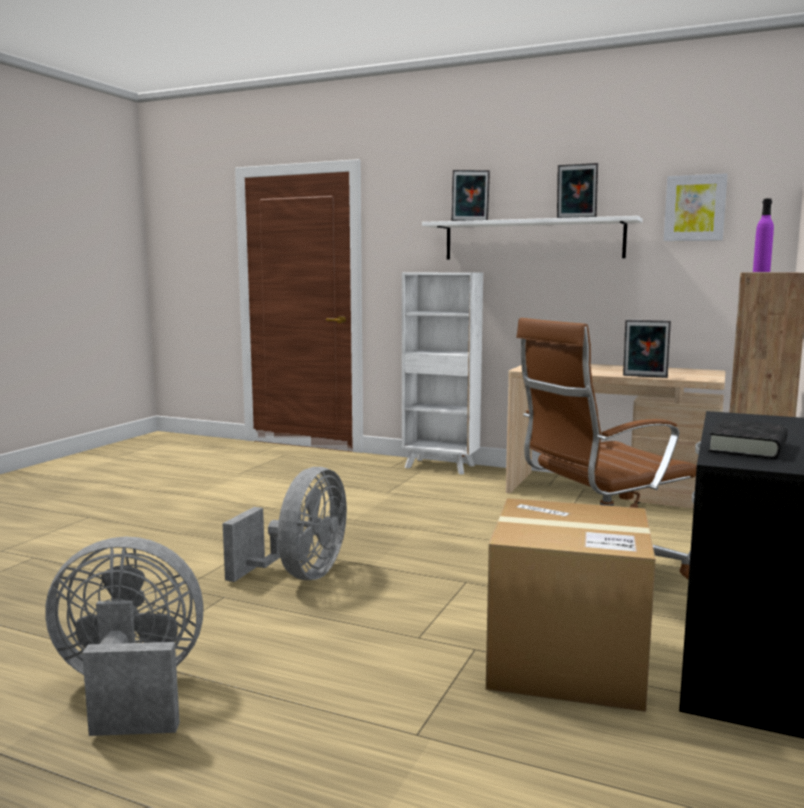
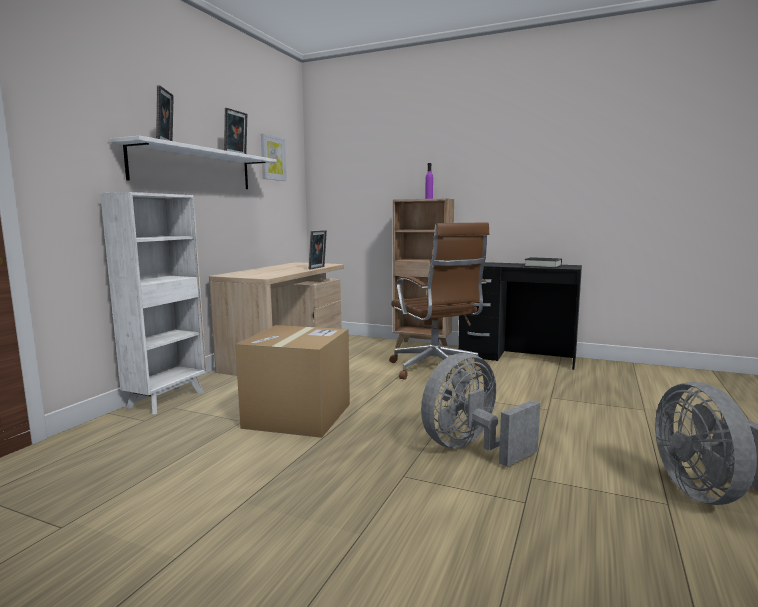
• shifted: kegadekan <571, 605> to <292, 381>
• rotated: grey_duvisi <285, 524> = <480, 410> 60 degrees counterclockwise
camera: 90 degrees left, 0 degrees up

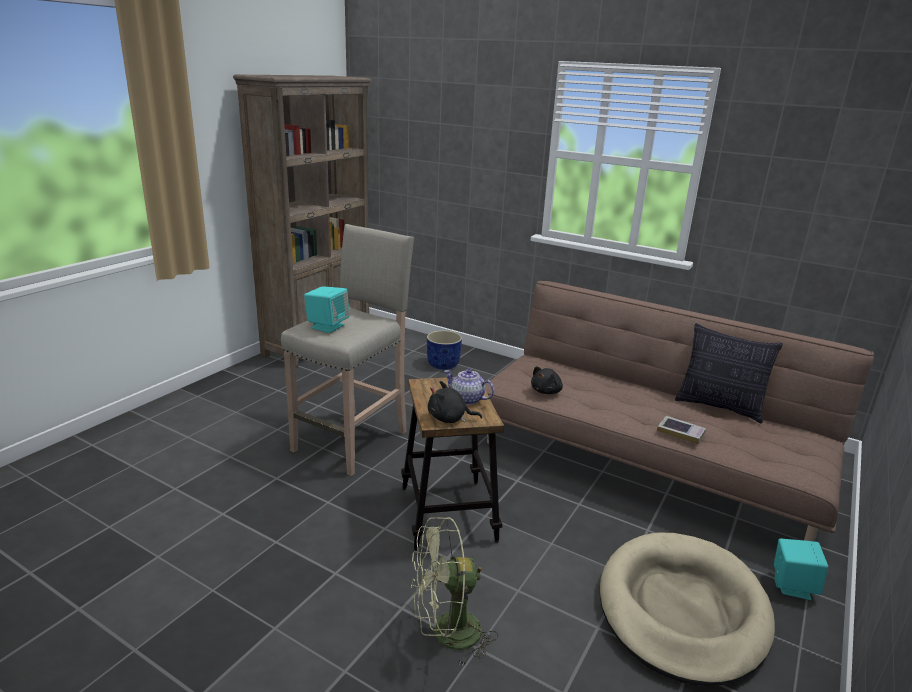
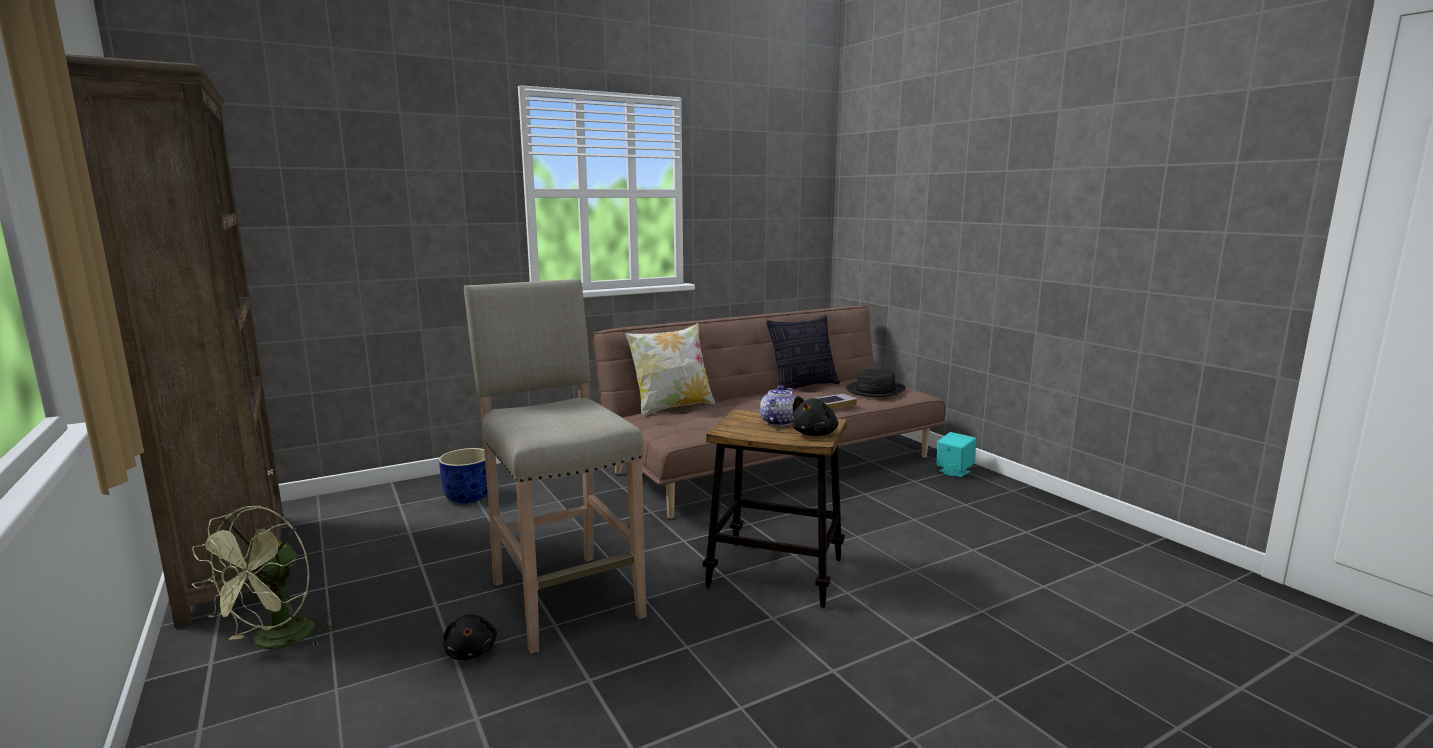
• gone: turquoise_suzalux <327, 309>
• gone: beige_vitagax <687, 609>
• new: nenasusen <670, 370>
• new: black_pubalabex <876, 383>
• shifted: green_duvisi <454, 591> to <262, 577>
• shifted: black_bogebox <547, 380> to <470, 637>
• rotated: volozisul <469, 387> = <778, 405> 150 degrees clockwise
camera: 60 degrees left, 10 degrees down

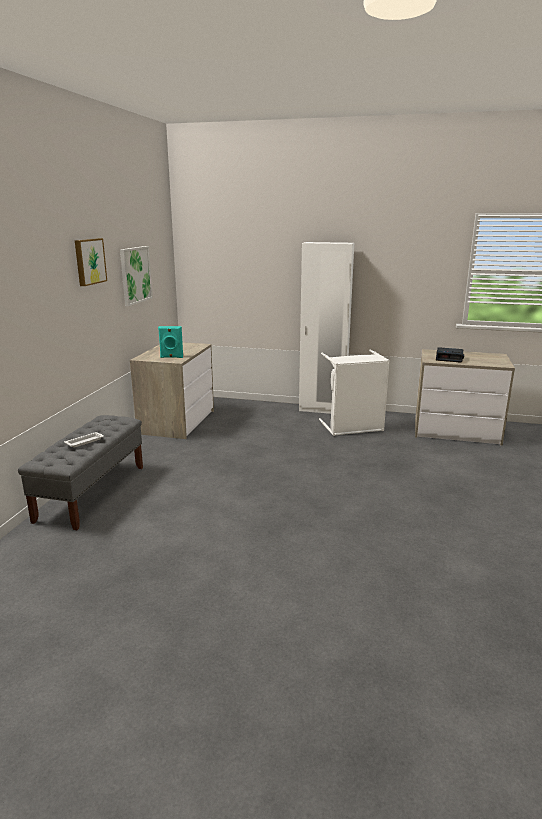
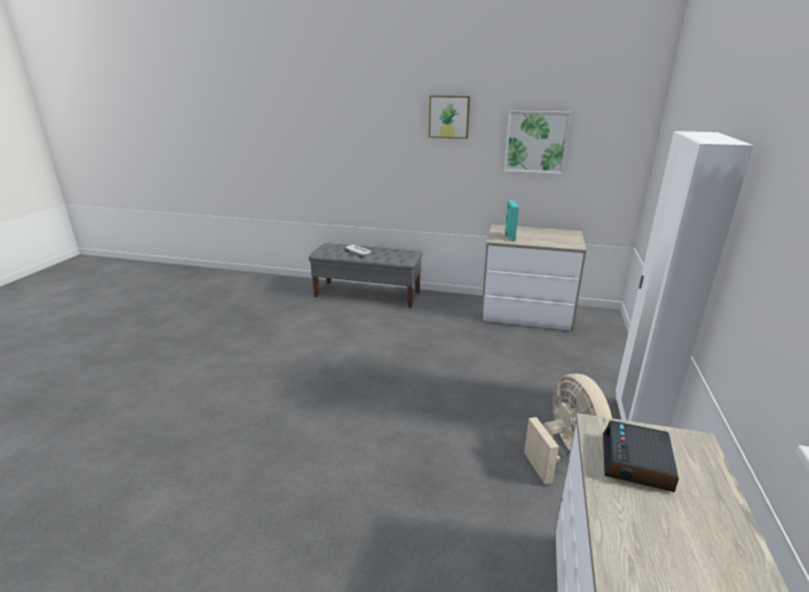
• swapped: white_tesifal <354, 393> to beige_duvisi <568, 429>
camera: 90 degrees right, 5 degrees up

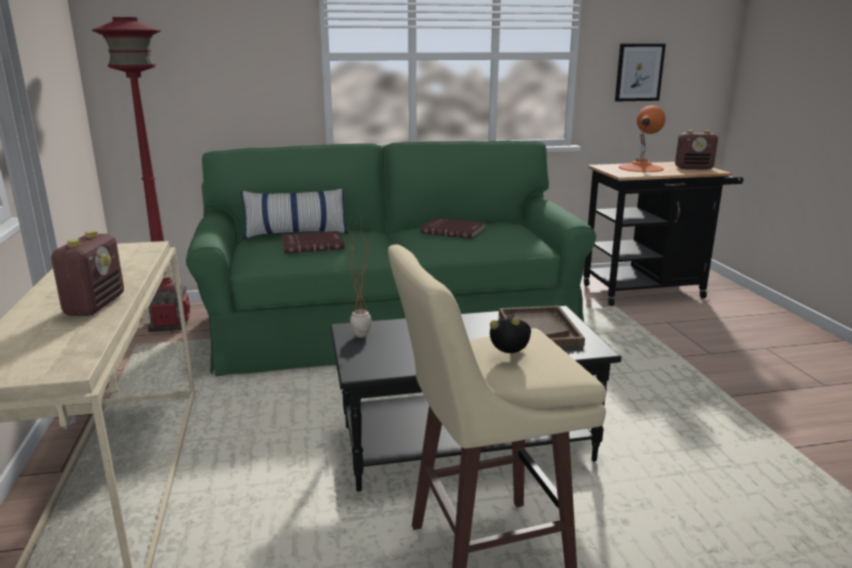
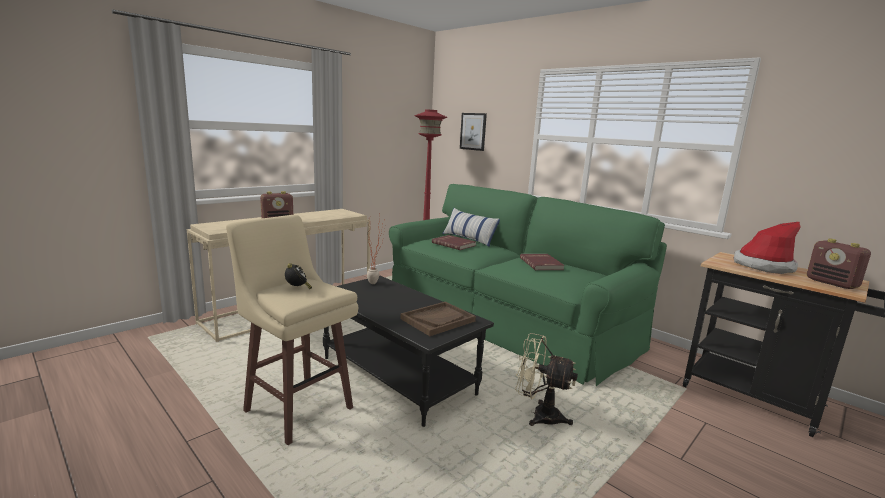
• new: beige_duvisi <546, 379>
• shifted: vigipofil <640, 73> to <473, 132>
• swapped: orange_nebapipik <642, 138> to pubalabex <767, 248>
camera: 55 degrees right, 5 degrees down

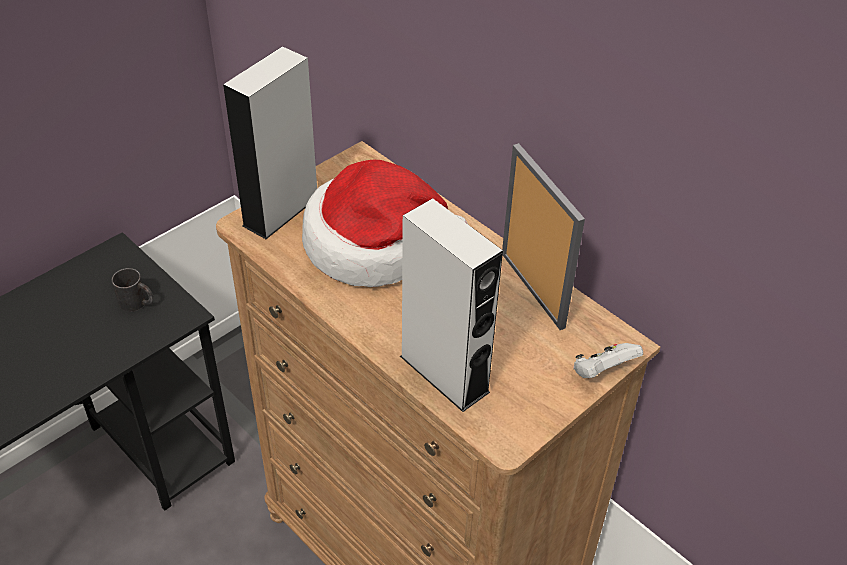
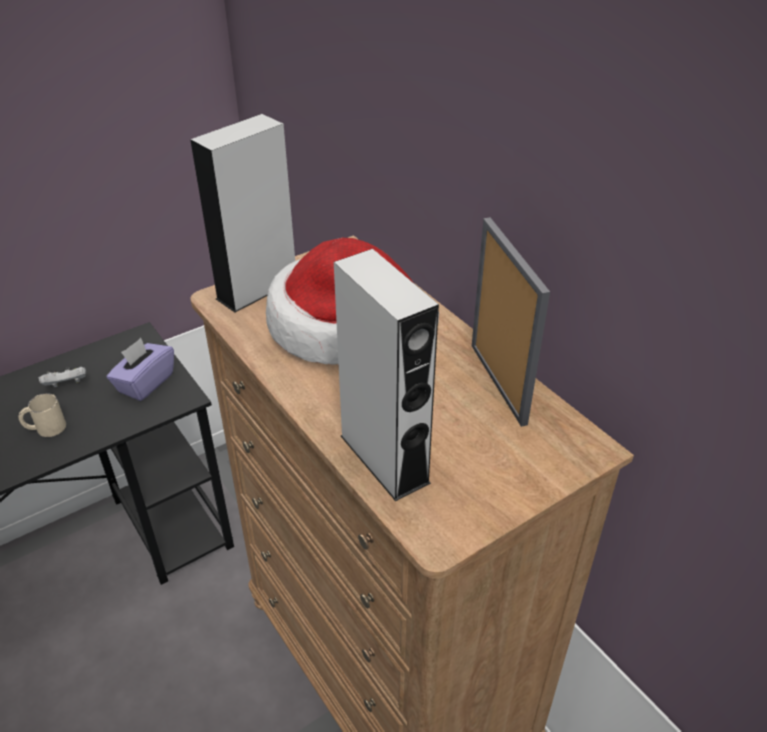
• new: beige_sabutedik <42, 415>
• shifted: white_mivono <608, 360> to <62, 377>
• swapped: black_sabutedik <132, 290> to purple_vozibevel <140, 369>
camera: 10 degrees right, 5 degrees down

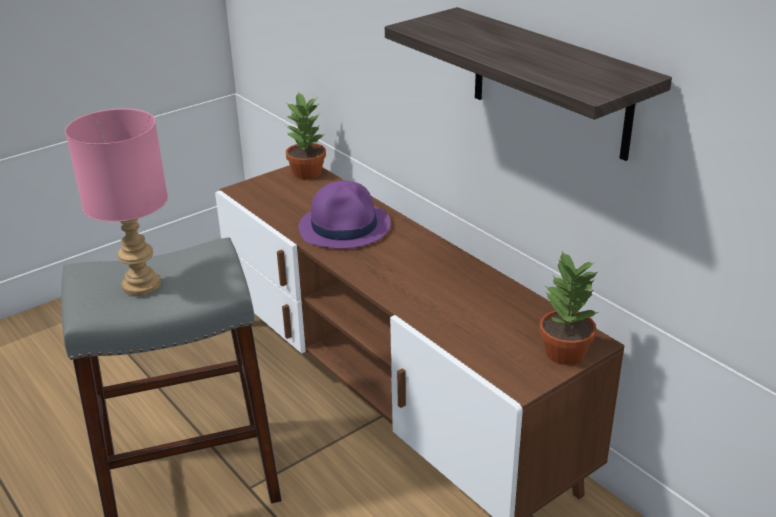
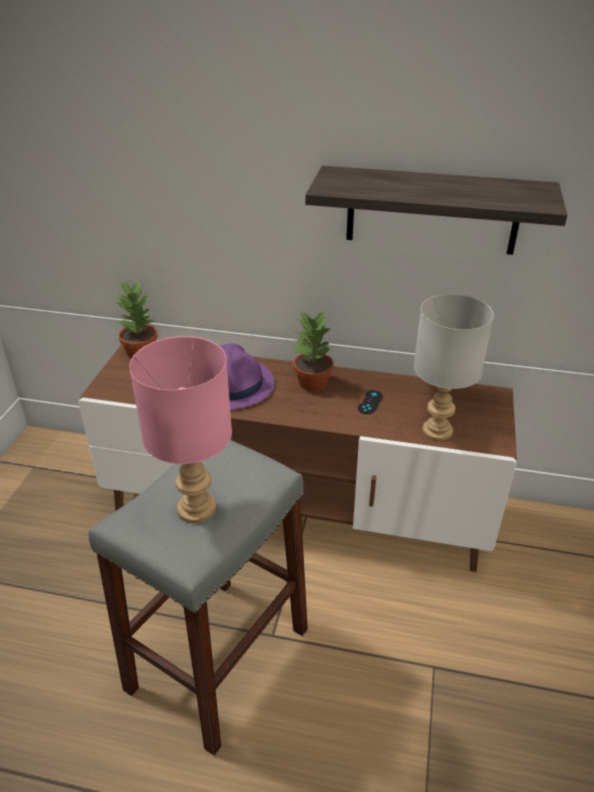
• new: black_mivono <370, 402>
• new: grey_nebapipik <454, 367>
• shifted: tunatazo <569, 308> to <313, 351>
camera: 40 degrees left, 5 degrees up

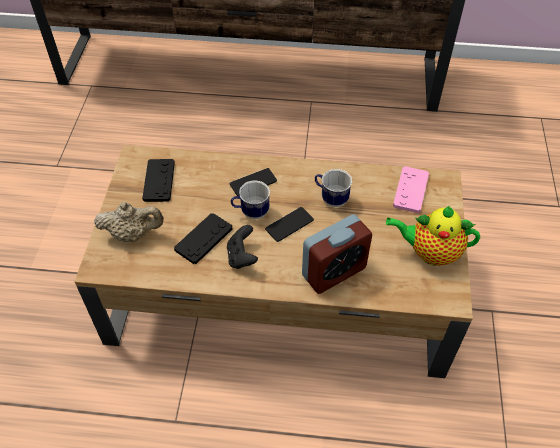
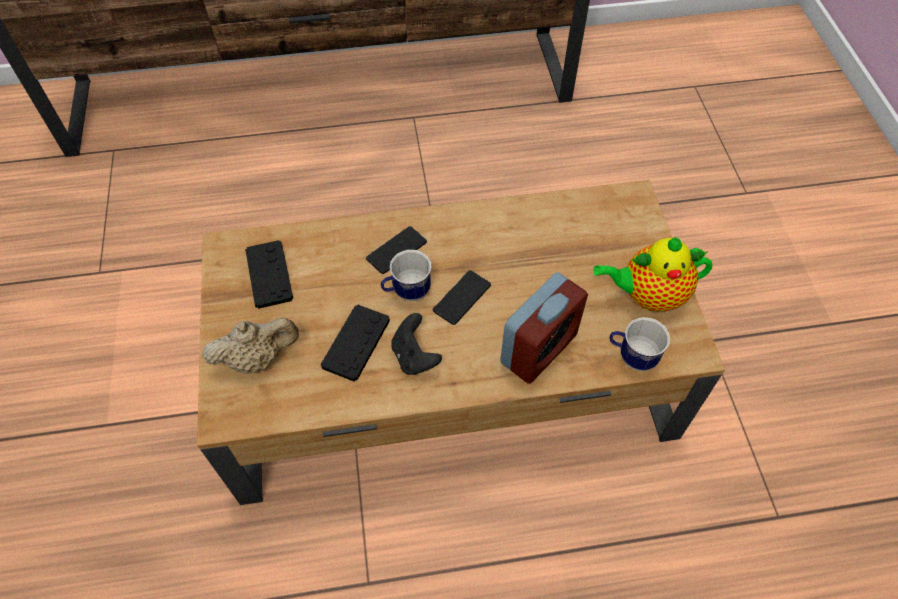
• gone: pink_mivono <411, 189>
• shifted: sabutedik <333, 188> to <640, 344>
camera: 15 degrees left, 5 degrees up

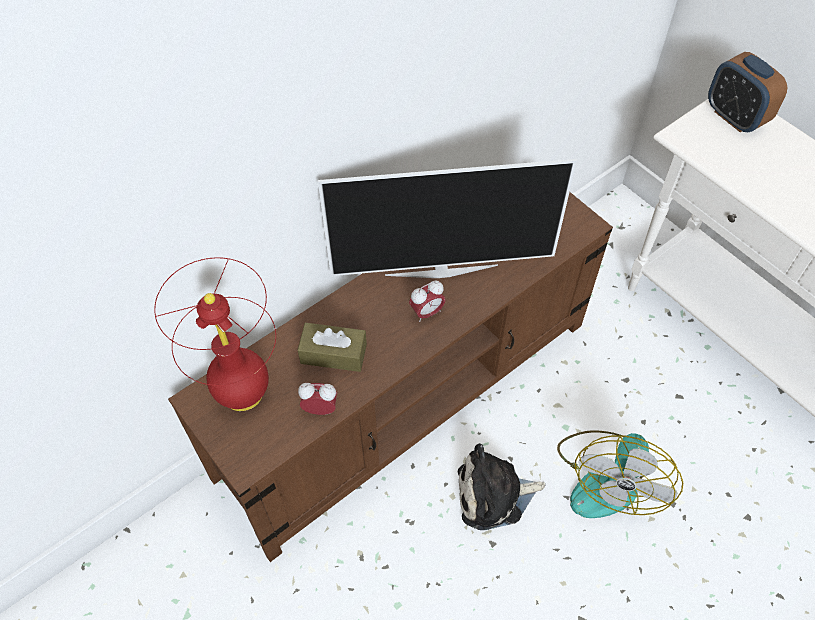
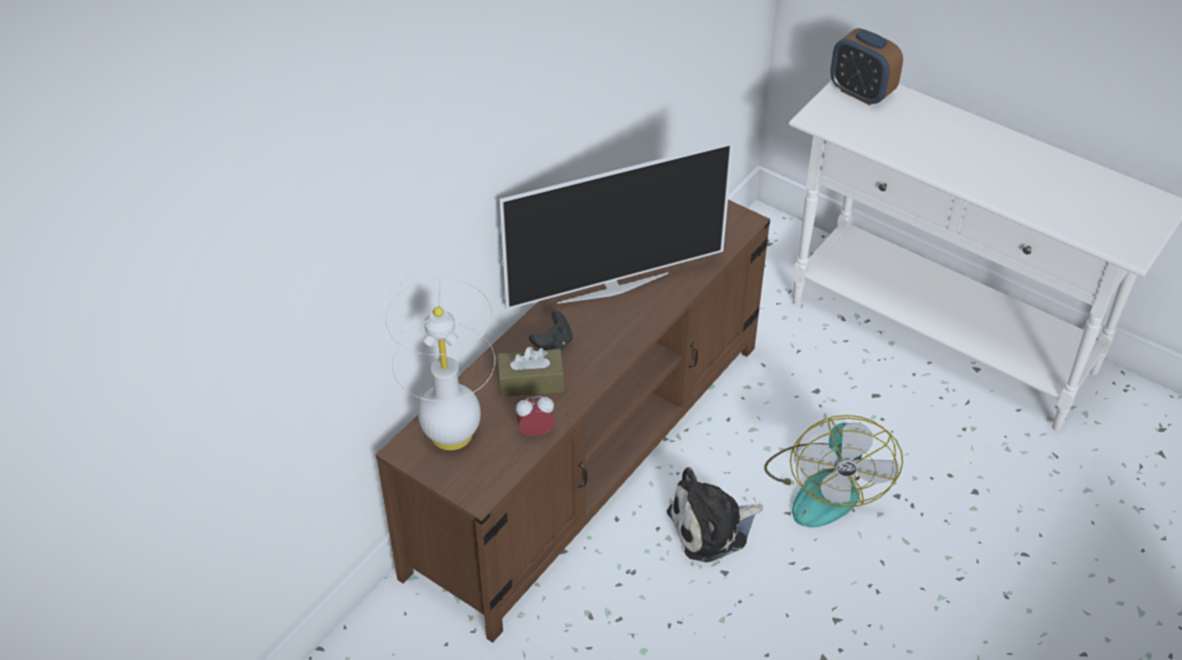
• gone: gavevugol <427, 301>
• new: black_mivono <550, 330>
• repainted: red_nebapipik <215, 334> to white_nebapipik <440, 364>
camera: 15 degrees left, 10 degrees down

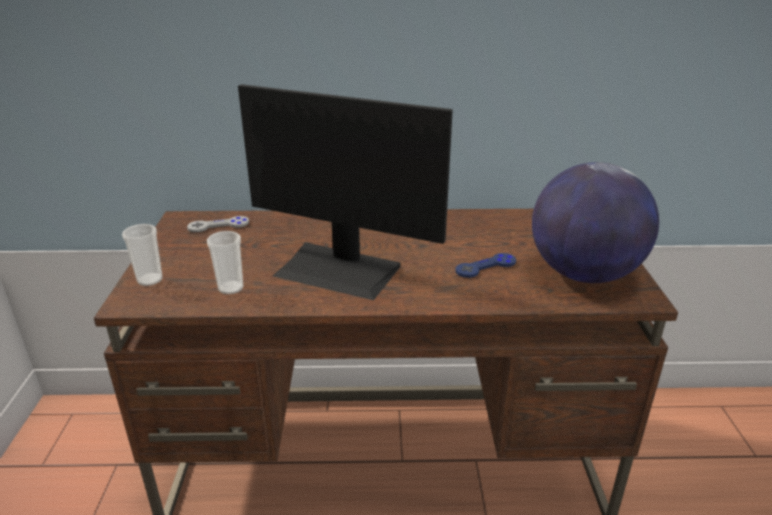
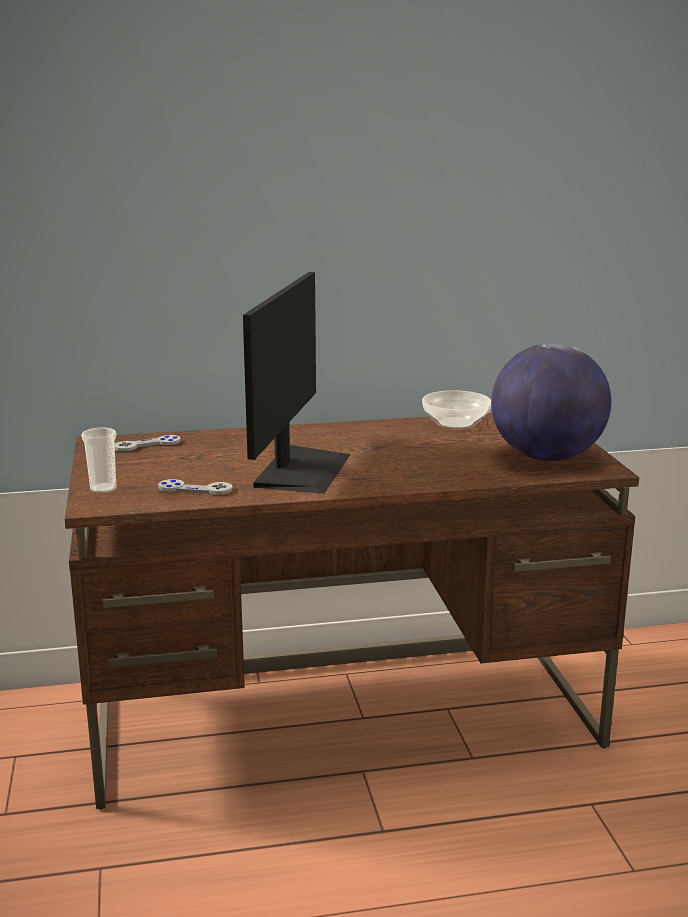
• gone: blue_mivono <485, 265>
• new: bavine <456, 409>
• swapped: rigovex <225, 262> to grey_mivono <195, 487>
• rotated: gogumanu <345, 192> = <297, 383> 90 degrees counterclockwise
camera: 10 degrees left, 10 degrees down

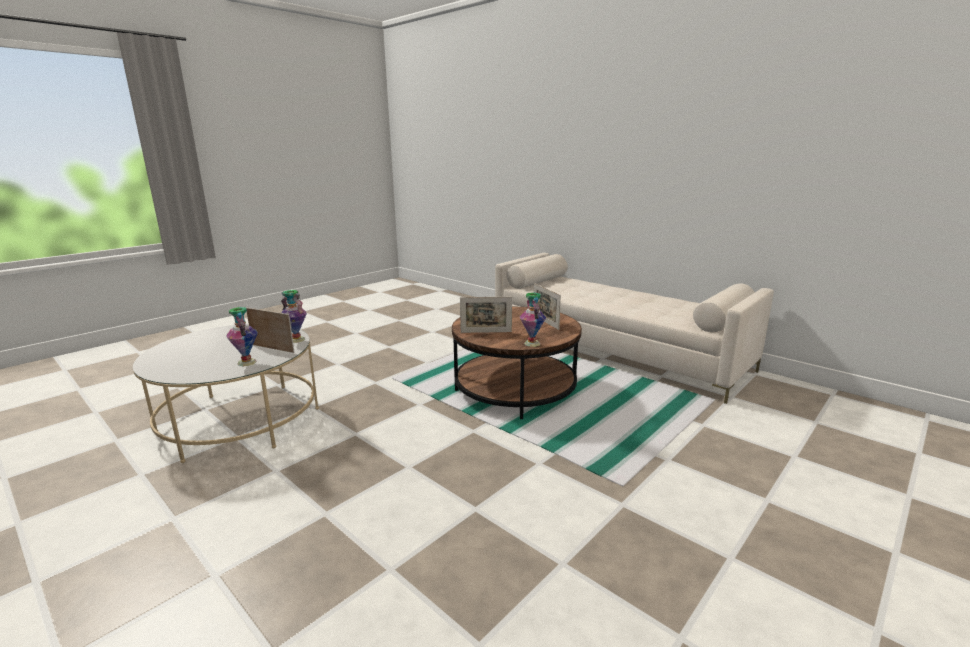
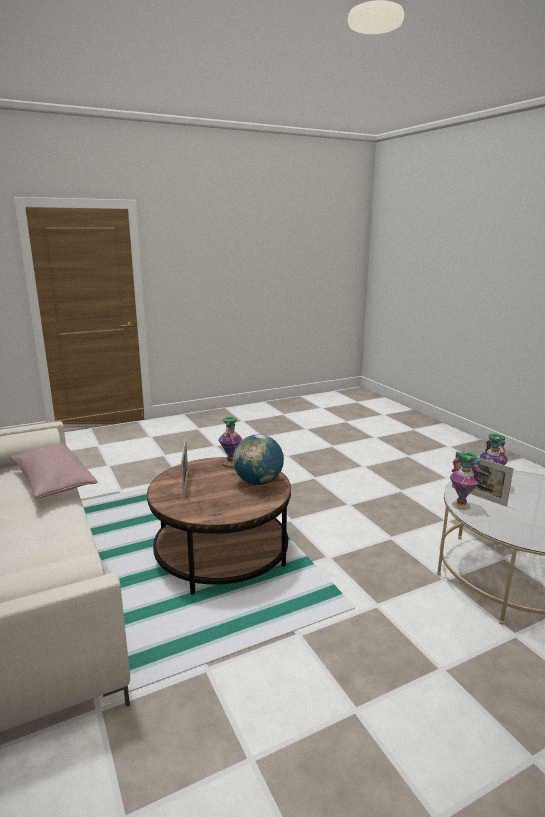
• new: pink_nenasusen <53, 471>
• swapped: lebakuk <486, 315> to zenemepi <258, 459>
camera: 160 degrees left, 0 degrees up

